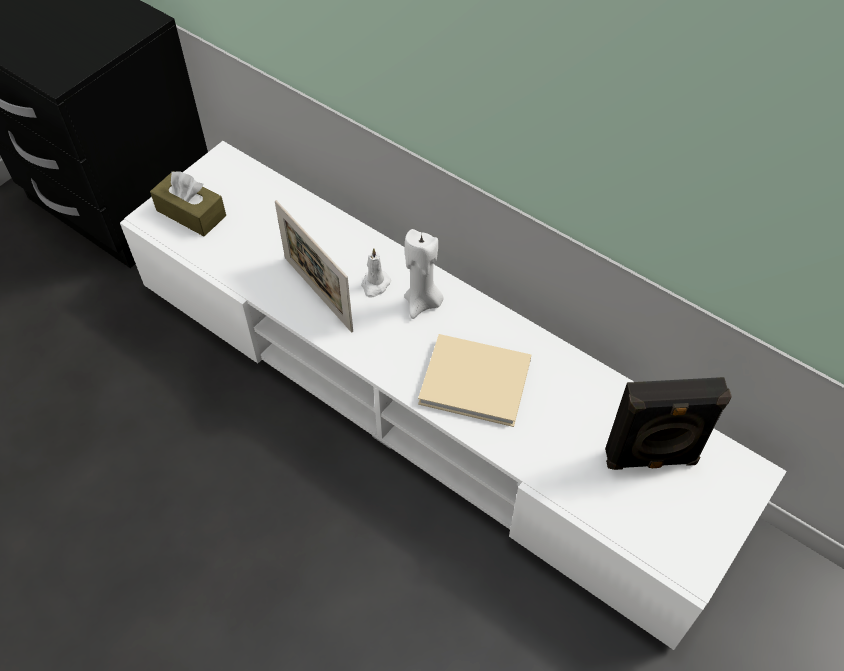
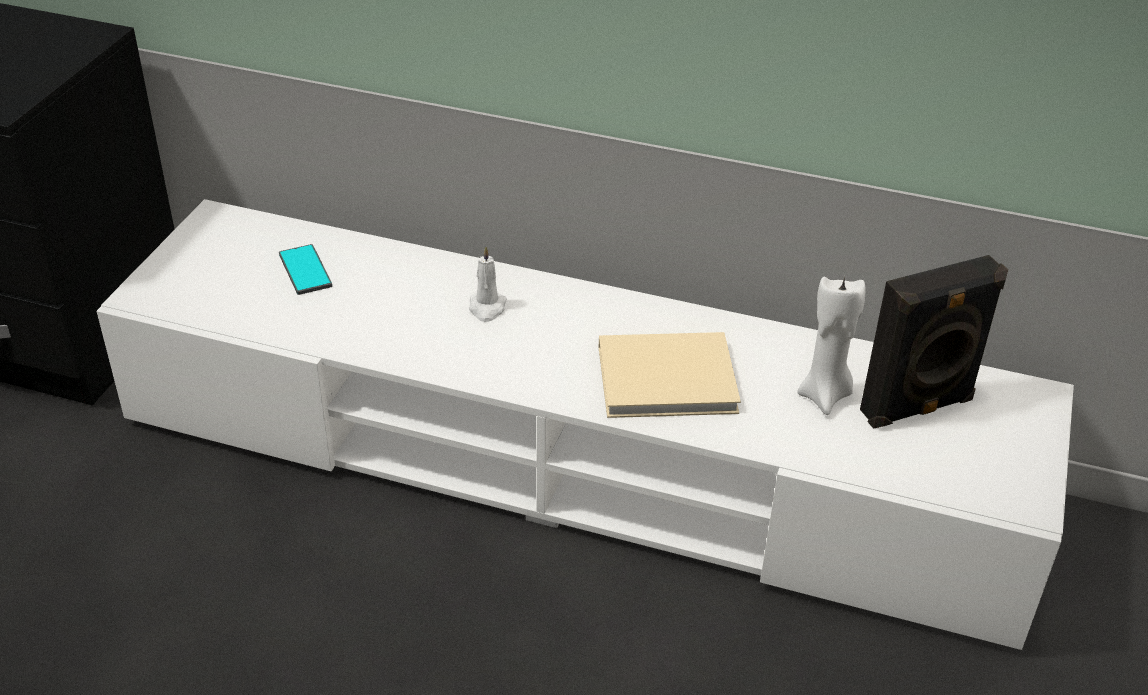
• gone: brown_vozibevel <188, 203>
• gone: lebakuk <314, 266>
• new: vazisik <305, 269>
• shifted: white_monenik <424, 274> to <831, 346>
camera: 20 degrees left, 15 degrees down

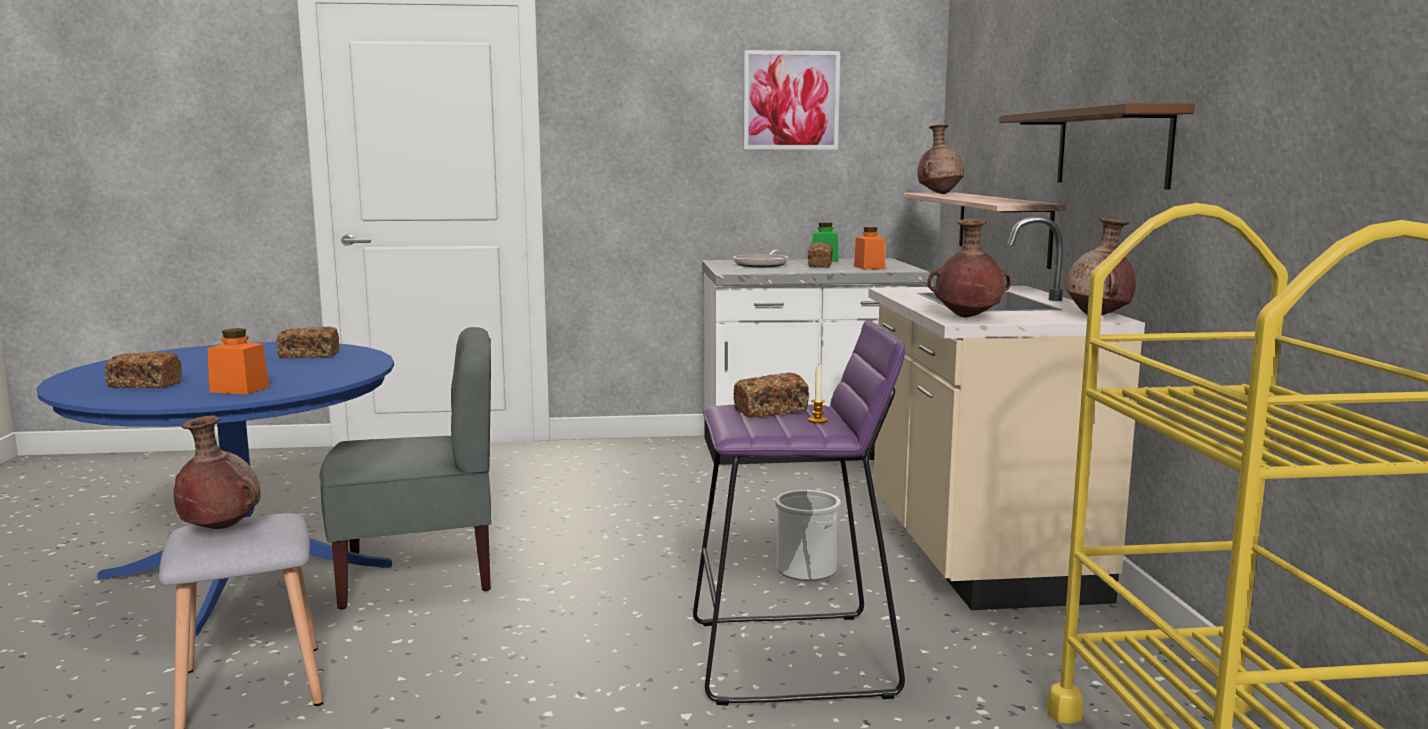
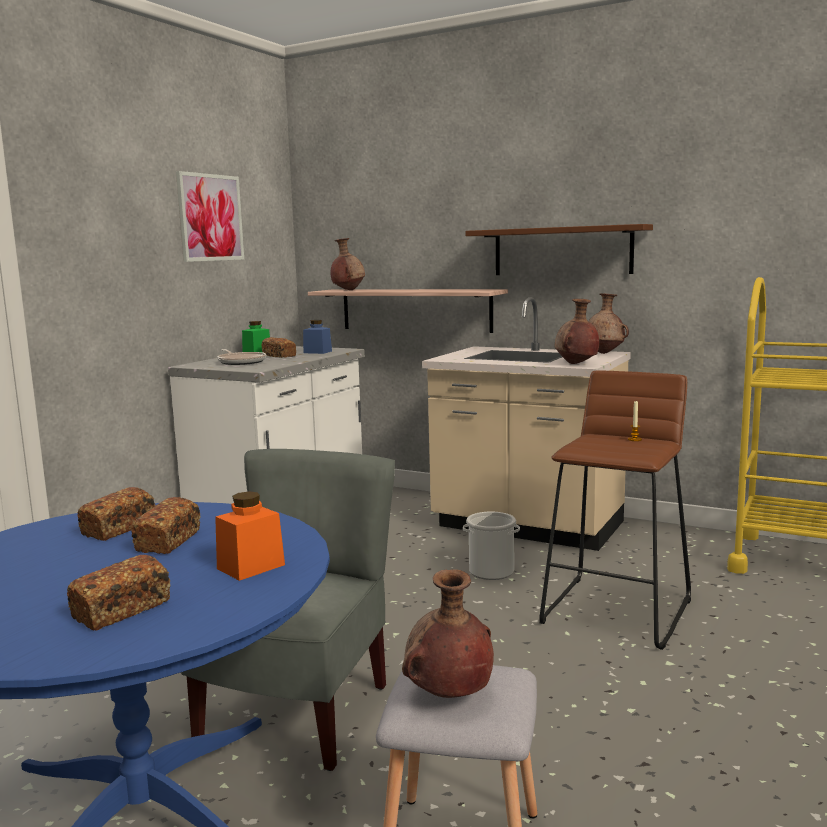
• shifted: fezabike <771, 395> to <166, 525>
• repainted: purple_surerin <799, 513> to brown_surerin <615, 510>
• repainted: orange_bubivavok <869, 248> to blue_bubivavok <317, 337>
camera: 55 degrees left, 0 degrees up

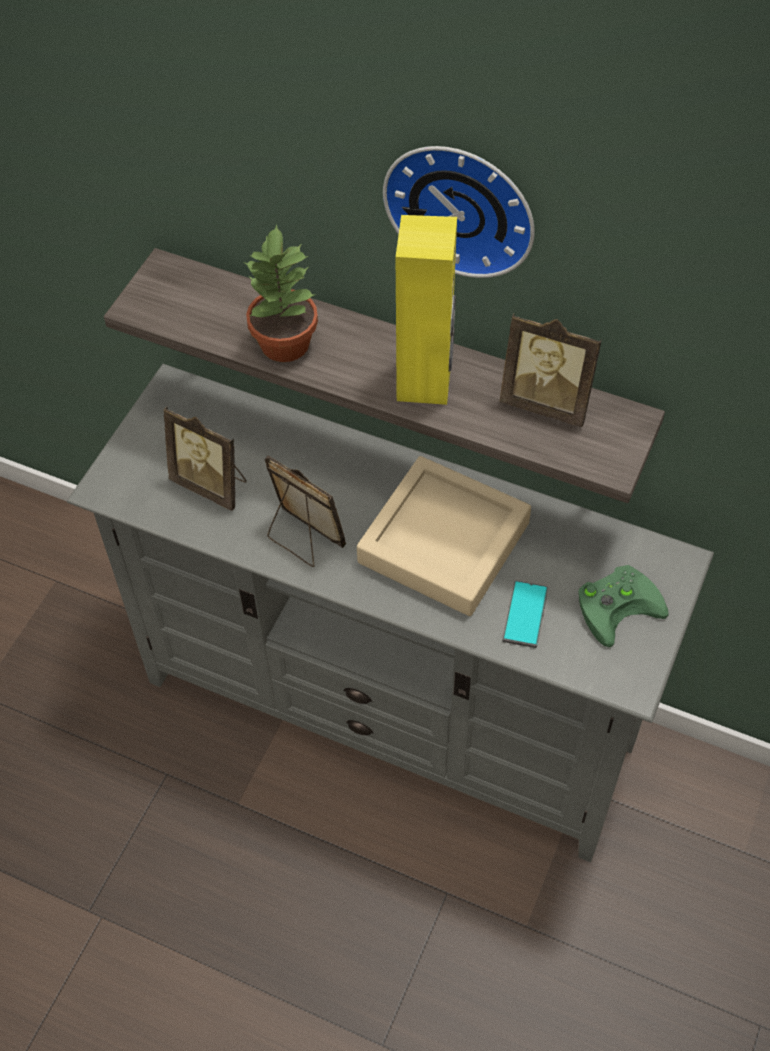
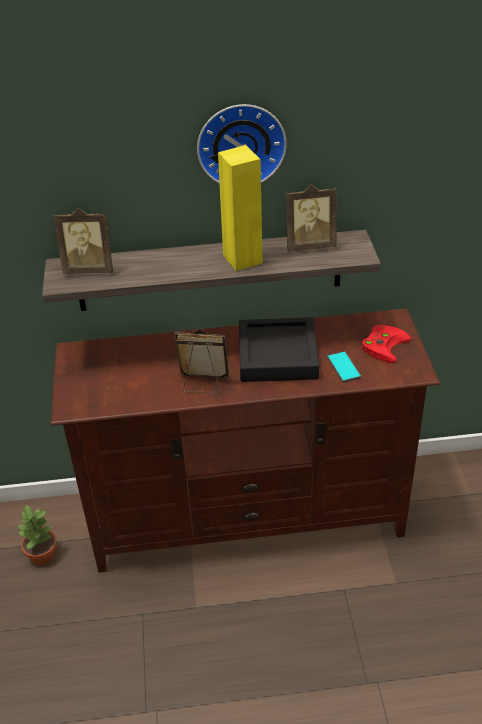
• shifted: lebakuk <205, 459> to <83, 241>
• shifted: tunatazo <281, 293> to <37, 534>
• repainted: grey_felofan <390, 613> to brown_felofan <245, 441>
• repainted: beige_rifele <444, 536> to black_rifele <279, 349>
• repainted: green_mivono <623, 606> to red_mivono <386, 344>
camera: 30 degrees left, 15 degrees down

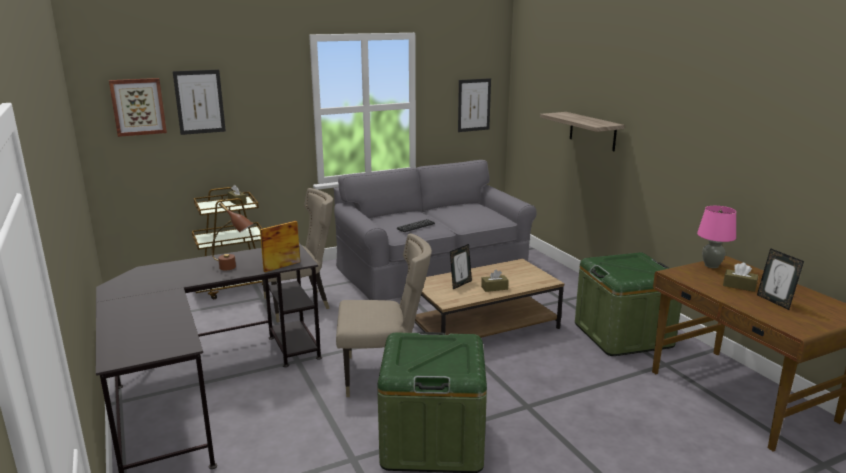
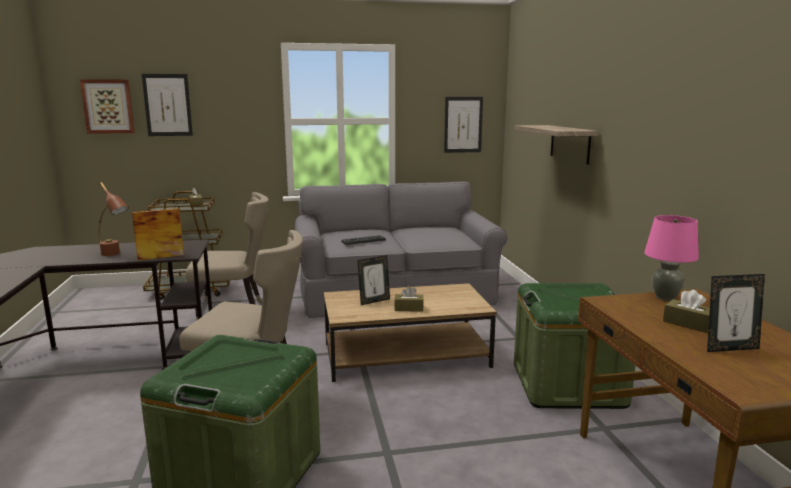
• rotated: lebakuk <780, 279> = <736, 313> 90 degrees counterclockwise
camera: 15 degrees right, 5 degrees down

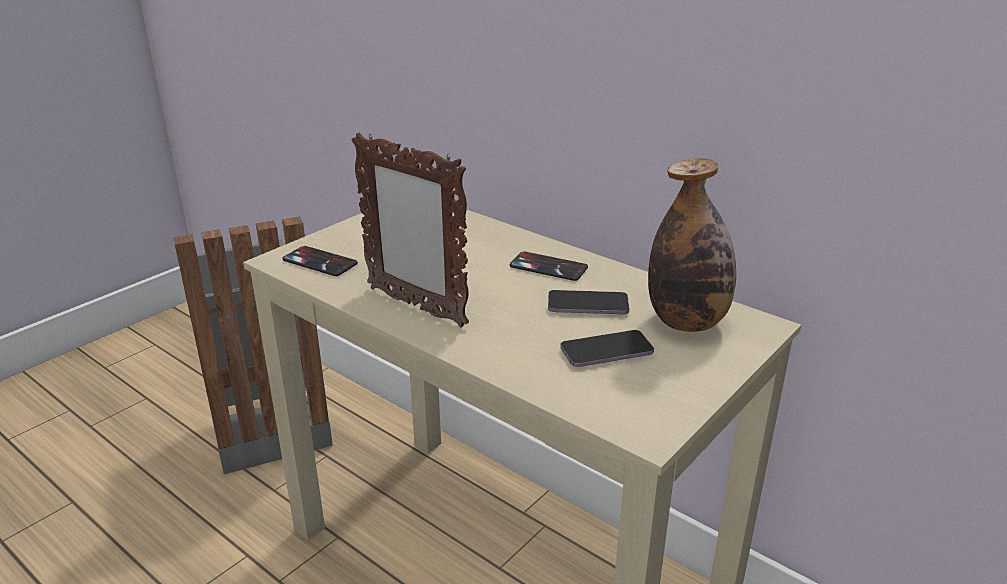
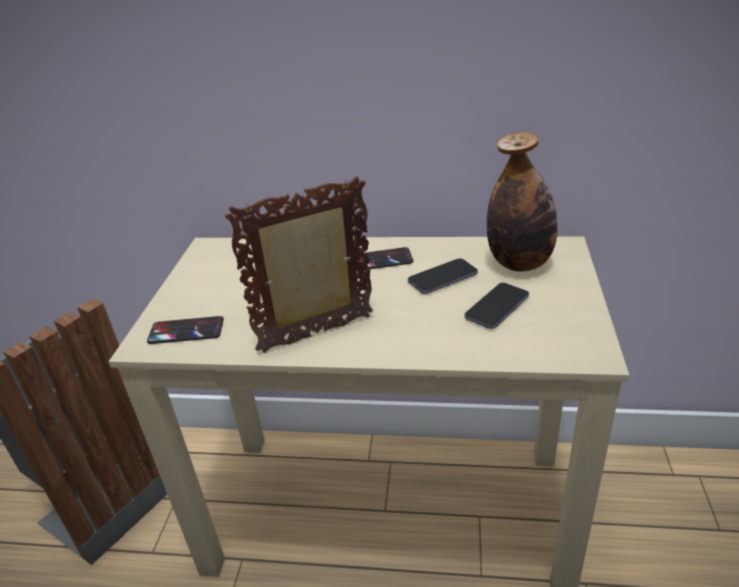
• rotated: lebakuk <410, 230> = <299, 264> 150 degrees clockwise
camera: 30 degrees left, 5 degrees up

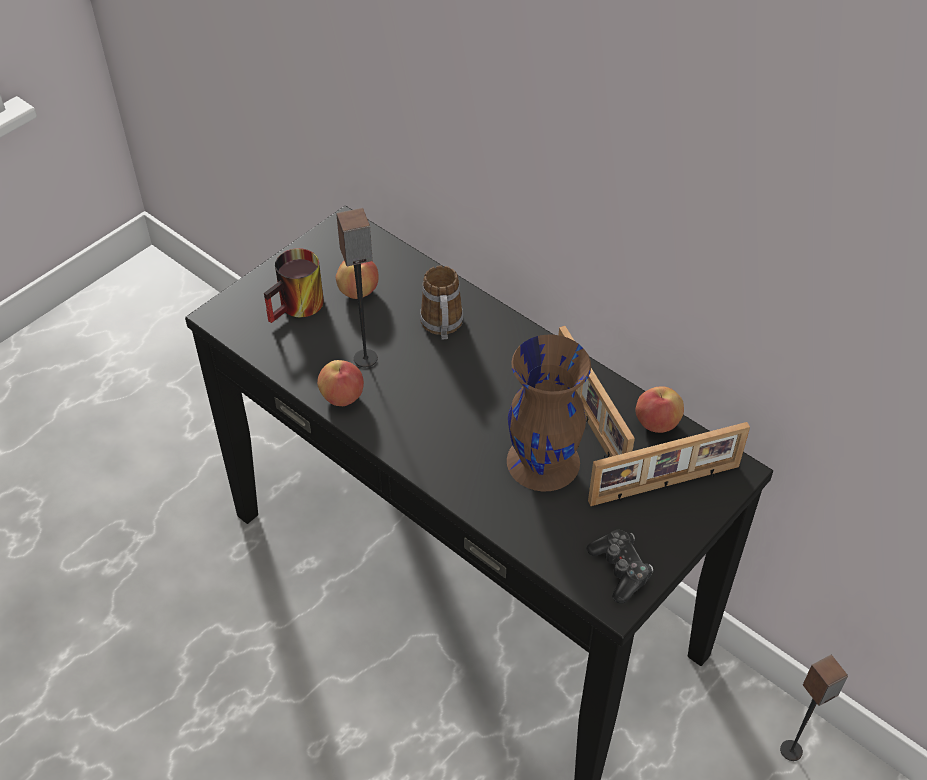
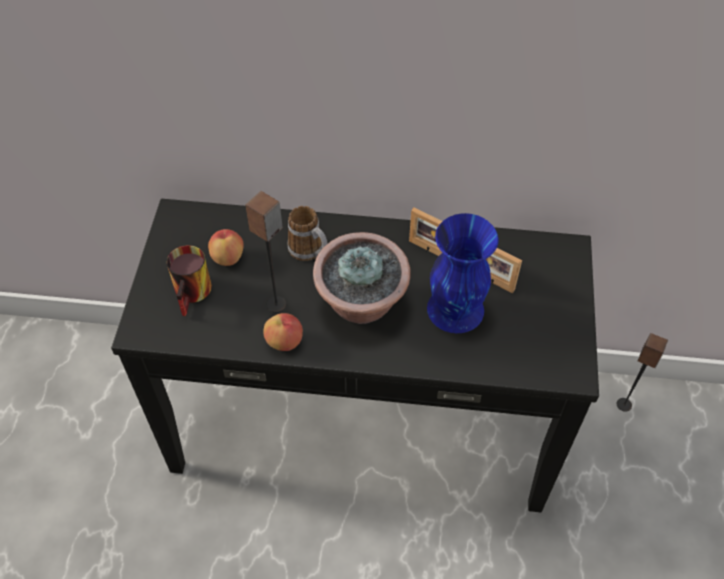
• gone: mivono <620, 566>
• gone: lebakuk <669, 464>
• gone: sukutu <659, 409>
• new: tunatazo <362, 278>
• repainted: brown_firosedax <549, 413> to blue_firosedax <462, 273>
camera: 35 degrees left, 5 degrees up

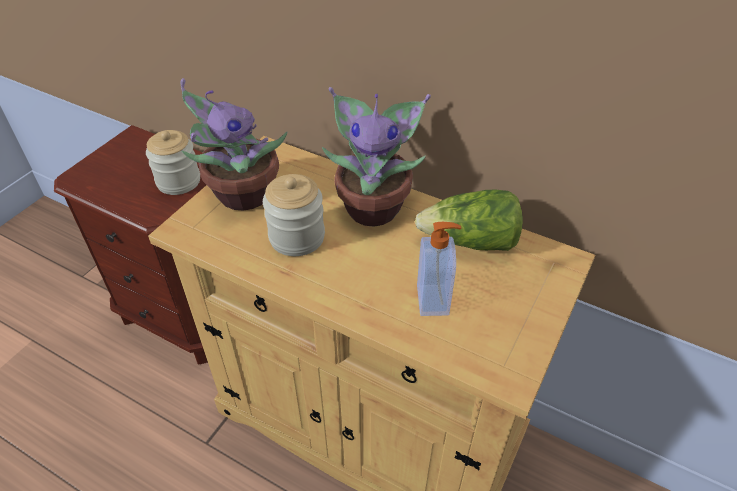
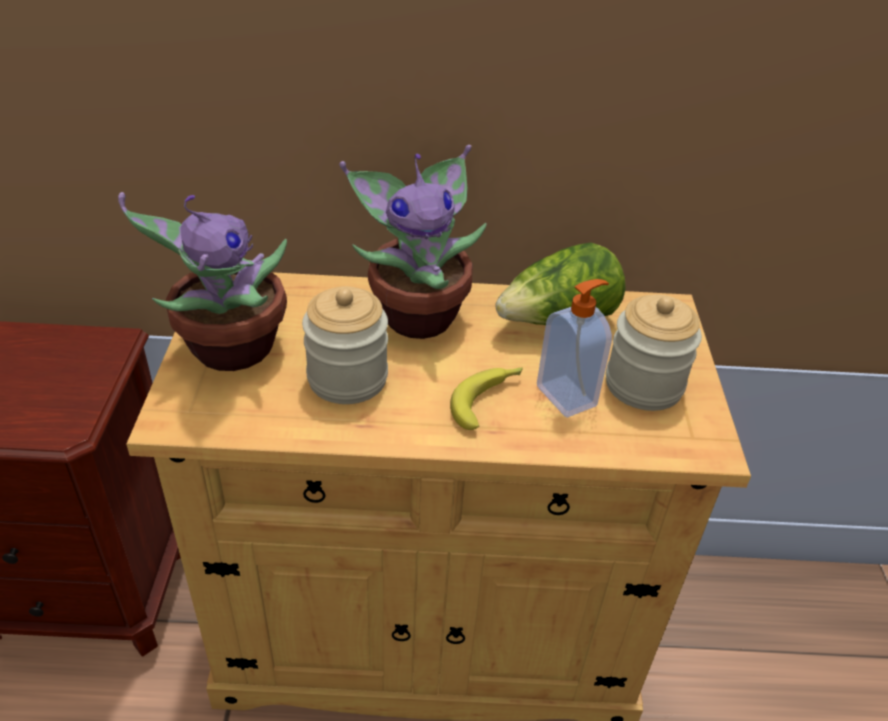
• new: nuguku <486, 398>
• shifted: bubivavok <173, 162> to <654, 353>
camera: 30 degrees left, 5 degrees down

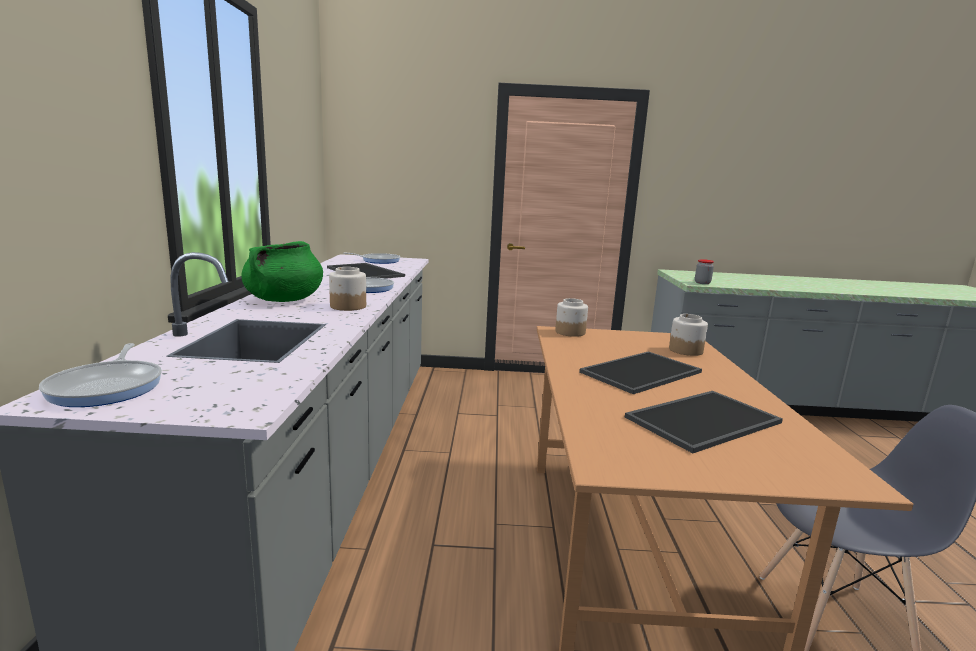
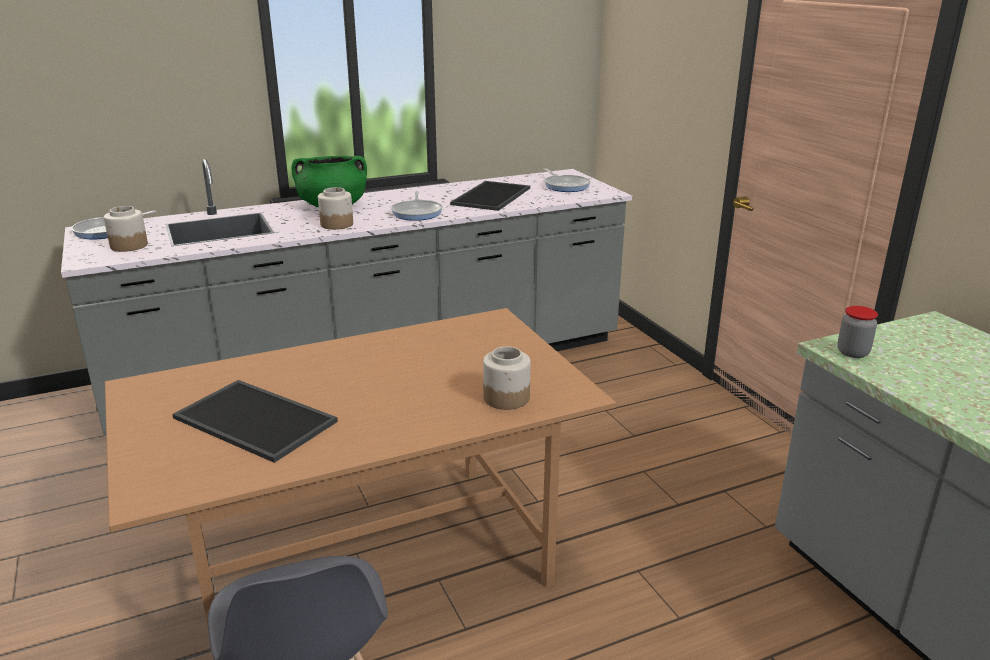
• gone: rifele <640, 372>
• shifted: bubivavok <571, 317> to <126, 229>
camera: 65 degrees right, 10 degrees up

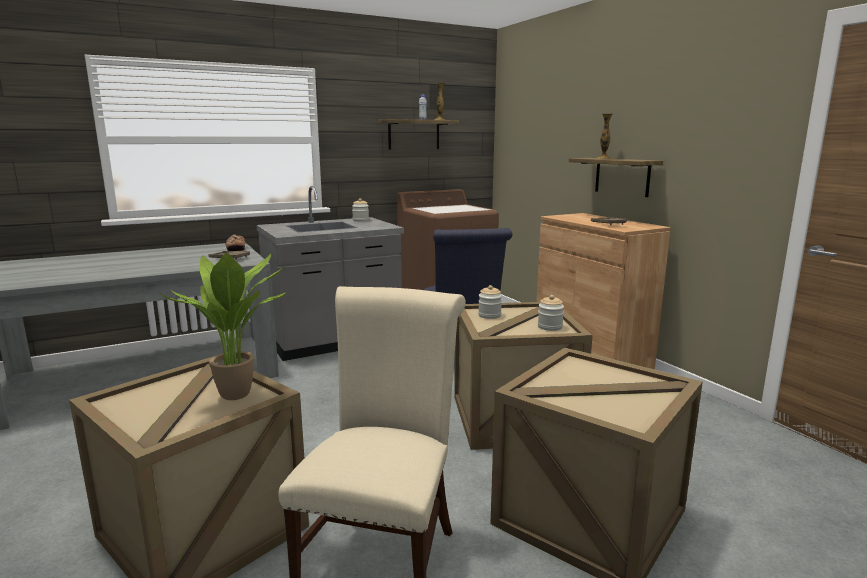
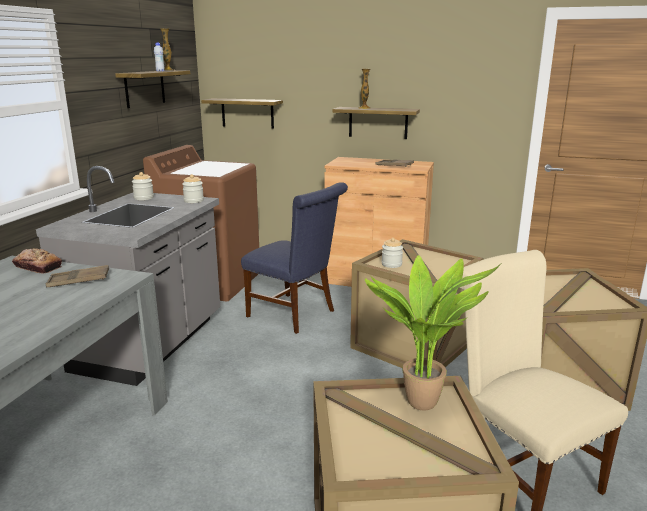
• new: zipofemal <242, 113>
• shifted: bubivavok <551, 313> to <193, 188>
camera: 45 degrees left, 5 degrees up

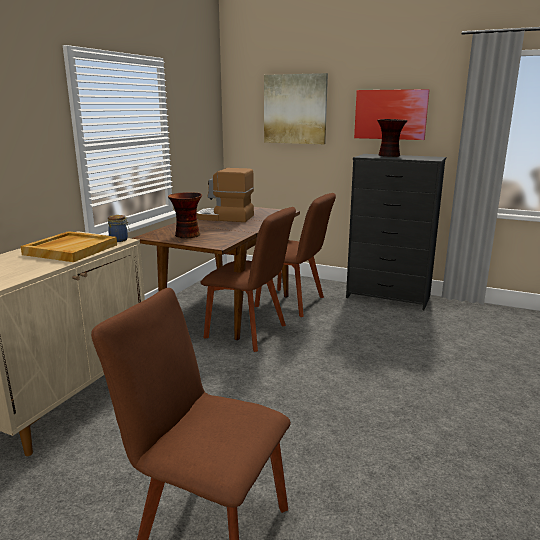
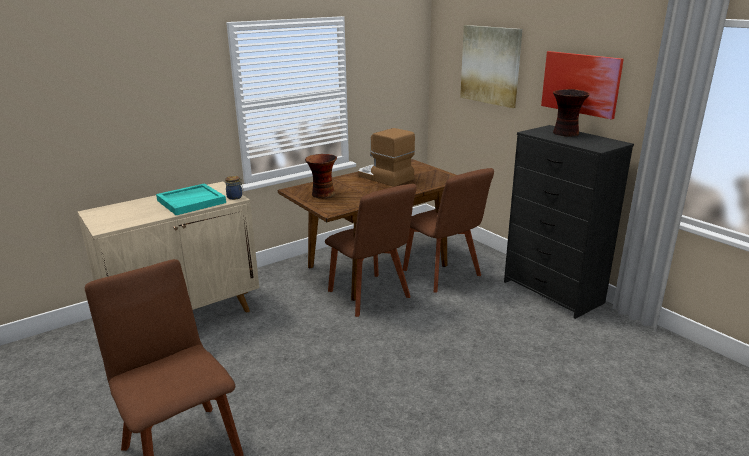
• repainted: beige_rifele <69, 246> to turquoise_rifele <191, 199>
camera: 30 degrees right, 5 degrees up

